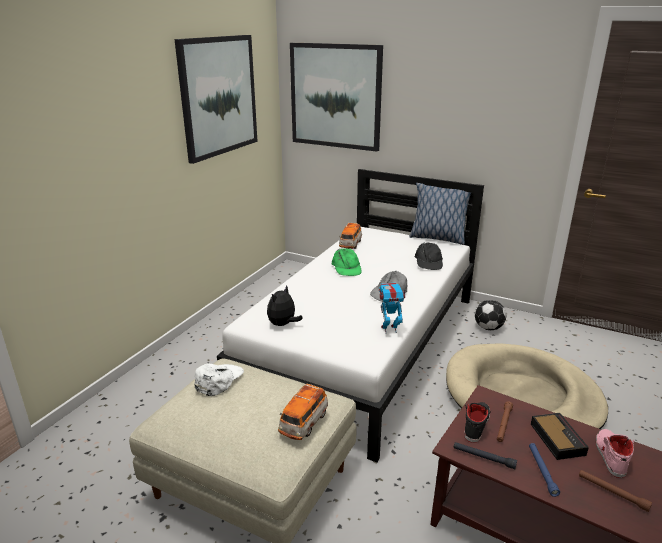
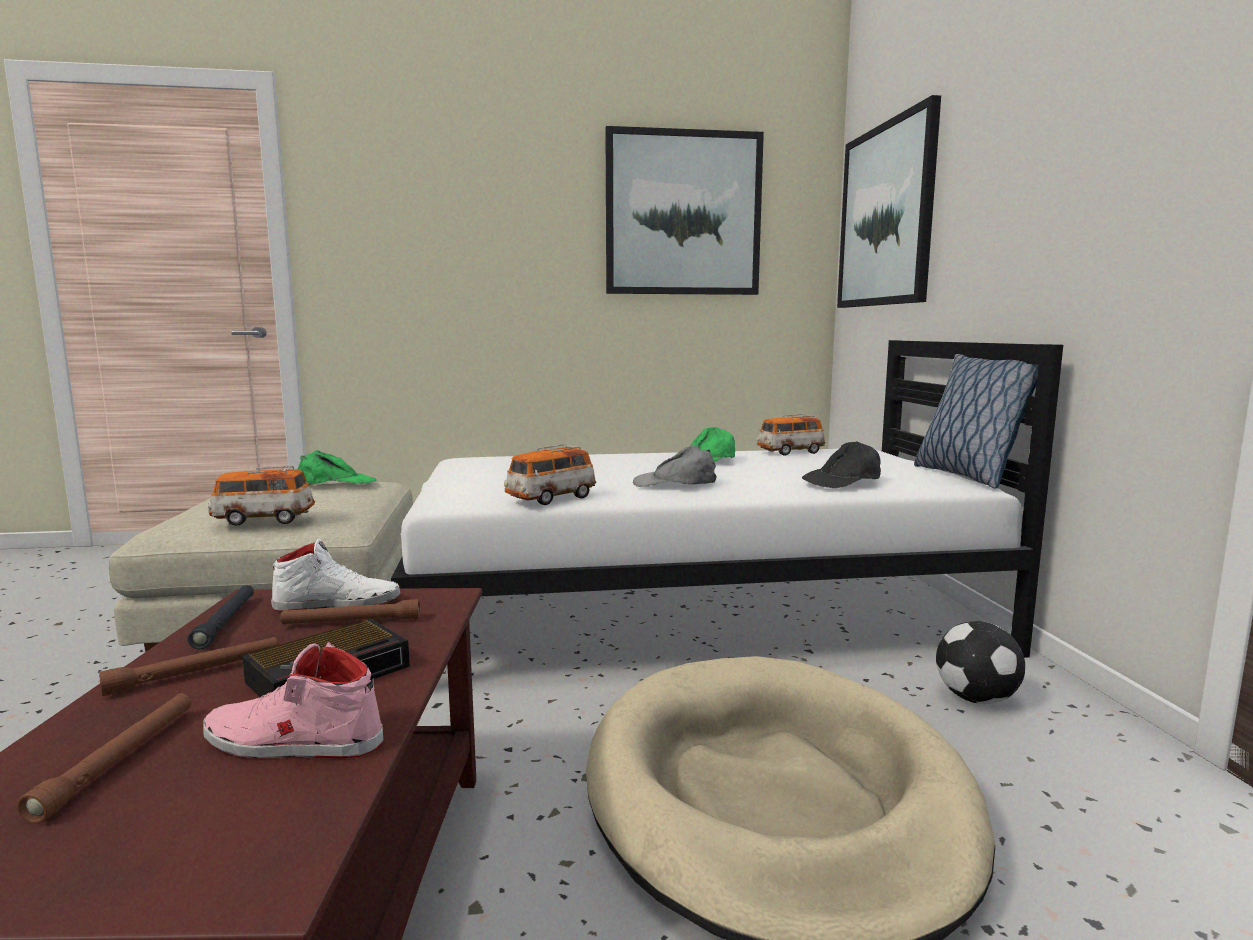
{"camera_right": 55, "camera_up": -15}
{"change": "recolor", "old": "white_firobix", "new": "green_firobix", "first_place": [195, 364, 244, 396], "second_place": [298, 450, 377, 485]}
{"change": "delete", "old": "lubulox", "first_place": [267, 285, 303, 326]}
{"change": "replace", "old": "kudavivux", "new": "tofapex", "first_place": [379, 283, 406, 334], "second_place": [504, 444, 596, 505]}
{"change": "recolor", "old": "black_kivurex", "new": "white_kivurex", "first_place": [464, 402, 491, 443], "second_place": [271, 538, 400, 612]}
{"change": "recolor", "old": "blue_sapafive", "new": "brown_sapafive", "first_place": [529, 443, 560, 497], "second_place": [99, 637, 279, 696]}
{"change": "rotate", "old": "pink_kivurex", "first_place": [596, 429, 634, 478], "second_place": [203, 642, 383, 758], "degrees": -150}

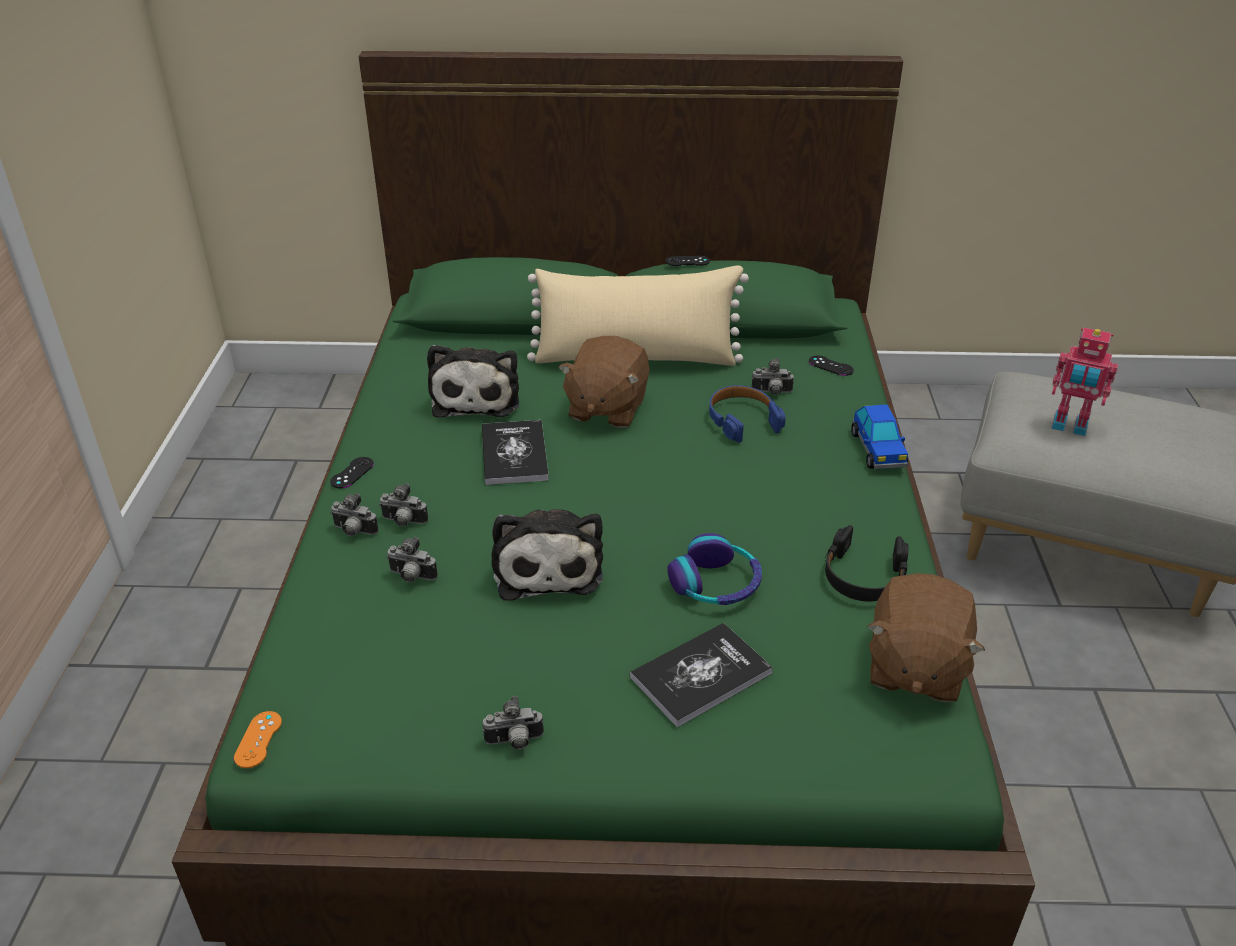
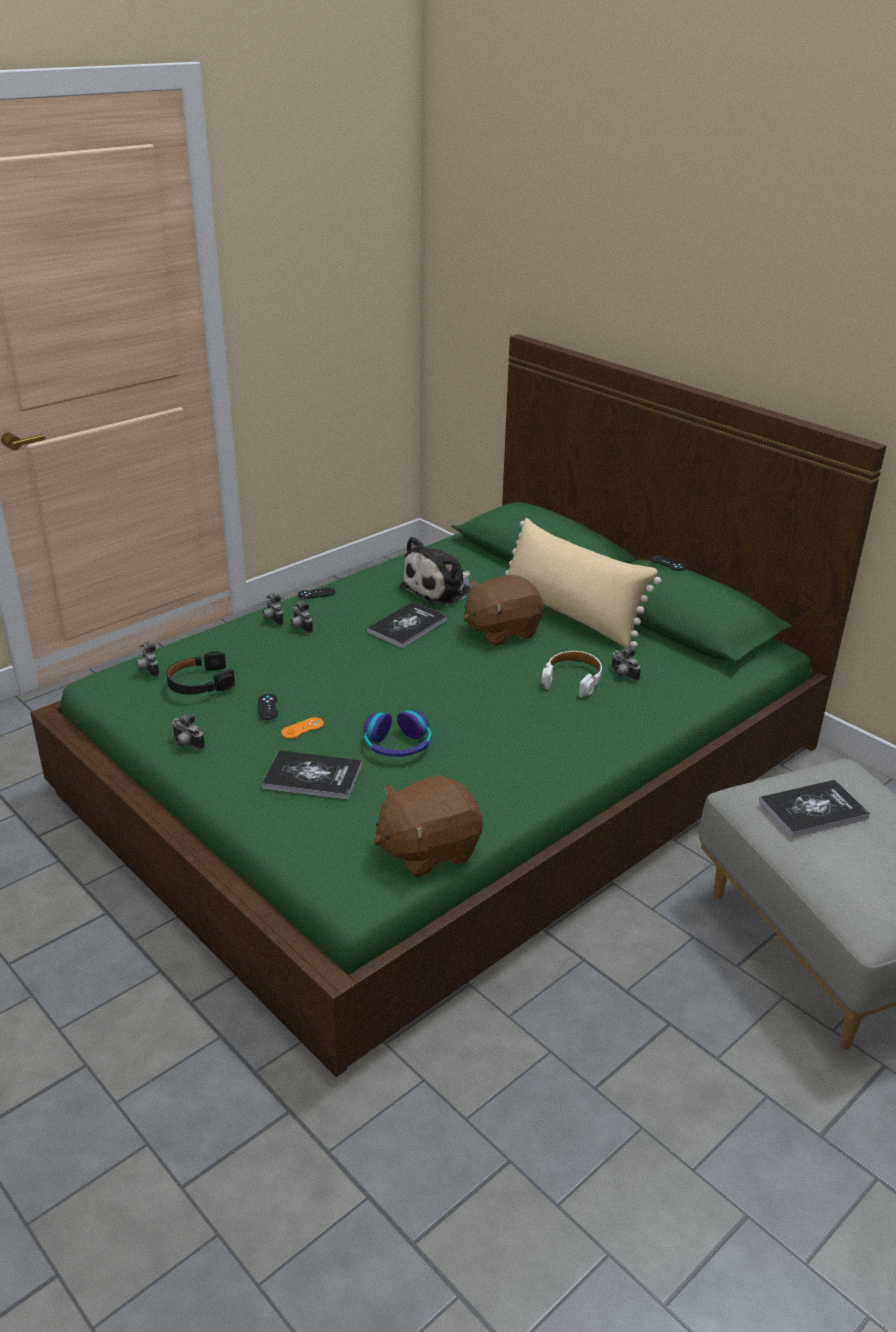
{"camera_right": 45, "camera_up": -5}
{"change": "move", "old": "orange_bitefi", "first_place": [234, 711, 282, 768], "second_place": [281, 717, 324, 739]}
{"change": "move", "old": "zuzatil", "first_place": [387, 537, 438, 583], "second_place": [136, 641, 160, 677]}
{"change": "delete", "old": "lubulox", "first_place": [492, 509, 603, 601]}
{"change": "recolor", "old": "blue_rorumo", "new": "white_rorumo", "first_place": [709, 385, 786, 443], "second_place": [542, 651, 602, 698]}
{"change": "move", "old": "black_bitefi", "first_place": [809, 356, 854, 376], "second_place": [258, 694, 278, 720]}
{"change": "move", "old": "black_rorumo", "first_place": [825, 525, 909, 602], "second_place": [166, 651, 235, 695]}
{"change": "delete", "old": "tofapex", "first_place": [851, 404, 908, 469]}
{"change": "replace", "old": "kudavivux", "new": "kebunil", "first_place": [1051, 328, 1118, 436], "second_place": [759, 780, 870, 838]}

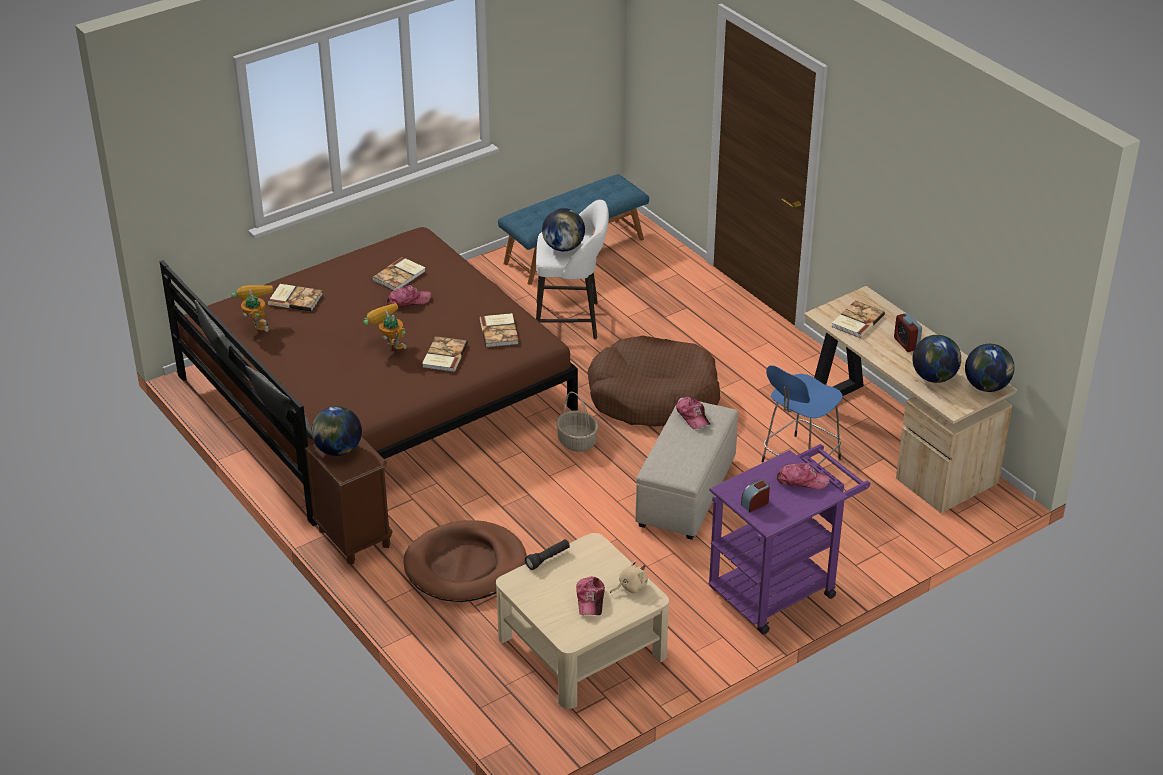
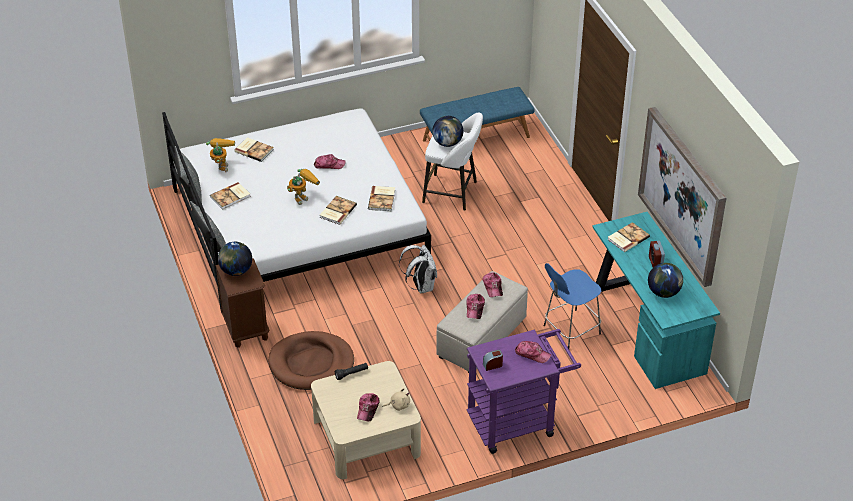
{"camera_right": 15, "camera_up": 5}
{"change": "recolor", "old": "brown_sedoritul", "new": "white_sedoritul", "first_place": [160, 227, 578, 526], "second_place": [162, 108, 431, 313]}
{"change": "rotate", "old": "kudavivux", "first_place": [363, 303, 406, 349], "second_place": [287, 169, 320, 205], "degrees": 75}
{"change": "move", "old": "kebunil", "first_place": [372, 257, 426, 290], "second_place": [210, 182, 250, 209]}
{"change": "replace", "old": "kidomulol", "new": "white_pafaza", "first_place": [556, 392, 598, 452], "second_place": [399, 245, 437, 294]}
{"change": "delete", "old": "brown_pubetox", "first_place": [587, 336, 720, 427]}
{"change": "recolor", "old": "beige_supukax", "new": "turquoise_supukax", "first_place": [804, 286, 1017, 513], "second_place": [592, 212, 720, 389]}
{"change": "delete", "old": "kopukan", "first_place": [965, 344, 1014, 392]}
{"change": "insert", "new": "firobix", "second_place": [466, 294, 485, 319]}
{"change": "insert", "new": "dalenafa", "second_place": [638, 107, 727, 287]}

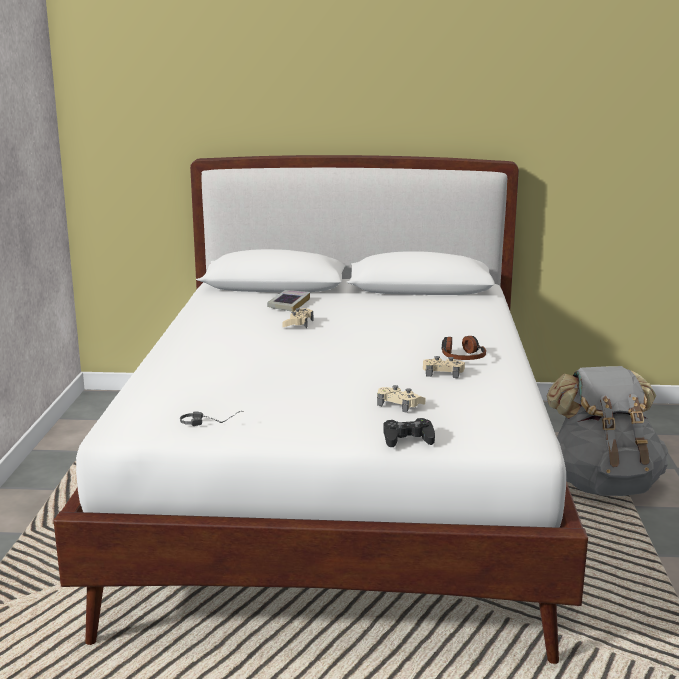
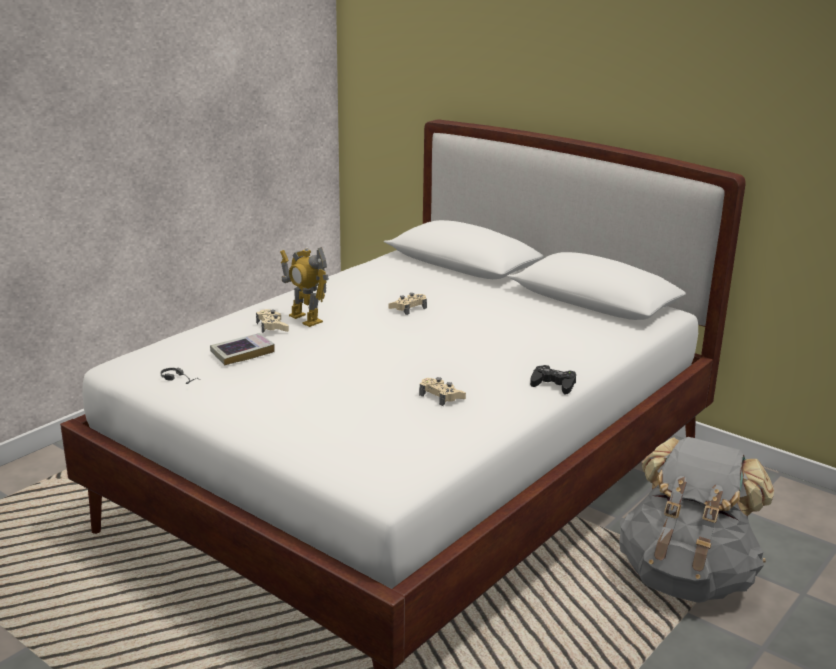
{"camera_right": 35, "camera_up": 5}
{"change": "move", "old": "kebunil", "first_place": [267, 290, 310, 312], "second_place": [210, 333, 275, 365]}
{"change": "move", "old": "beige_bitefi", "first_place": [377, 385, 425, 413], "second_place": [256, 309, 289, 333]}
{"change": "move", "old": "black_bitefi", "first_place": [383, 418, 435, 447], "second_place": [530, 365, 576, 395]}
{"change": "delete", "old": "rorumo", "first_place": [442, 336, 486, 360]}
{"change": "insert", "new": "kudavivux", "second_place": [280, 247, 329, 327]}

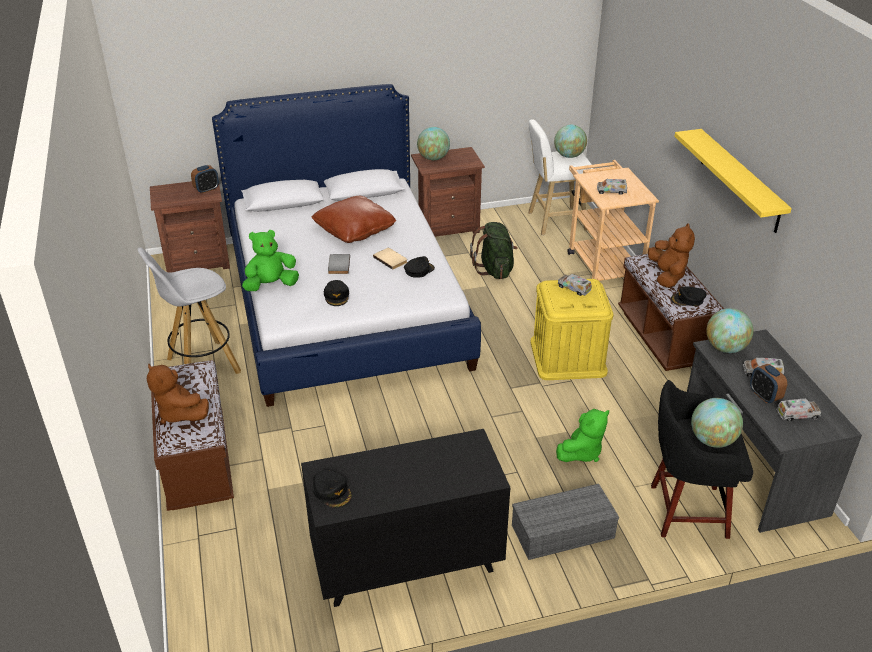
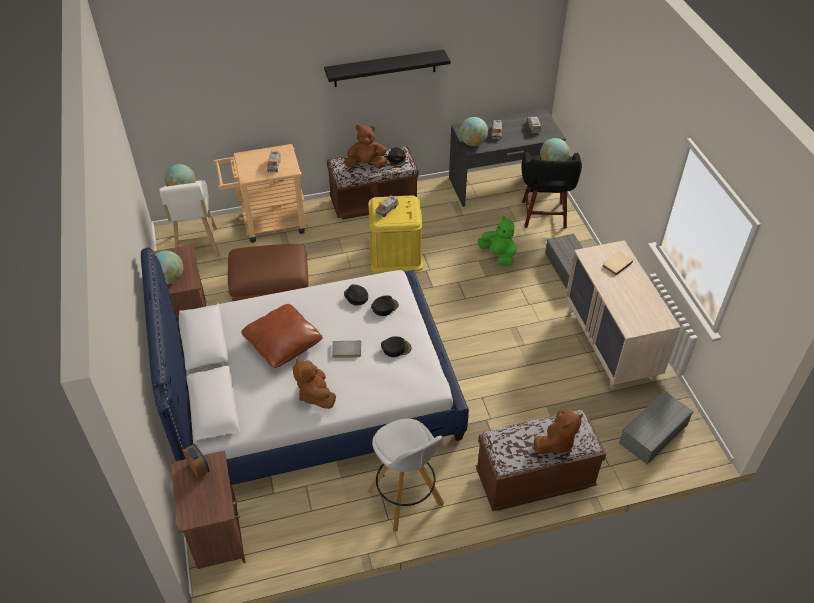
{"camera_right": -90, "camera_up": 10}
{"change": "delete", "old": "green_lubulox", "first_place": [242, 230, 299, 291]}
{"change": "recolor", "old": "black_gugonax", "new": "beige_gugonax", "first_place": [301, 429, 510, 607], "second_place": [565, 240, 681, 389]}
{"change": "move", "old": "black_firobix", "first_place": [313, 470, 352, 508], "second_place": [371, 296, 399, 316]}
{"change": "move", "old": "beige_kebunil", "first_place": [373, 248, 407, 270], "second_place": [602, 252, 633, 275]}
{"change": "replace", "old": "green_pafaza", "new": "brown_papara", "first_place": [470, 222, 518, 279], "second_place": [228, 244, 308, 301]}
{"change": "recolor", "old": "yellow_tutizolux", "new": "black_tutizolux", "first_place": [674, 129, 792, 233], "second_place": [324, 50, 450, 87]}
{"change": "delete", "old": "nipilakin", "first_place": [750, 364, 787, 403]}
{"change": "insert", "new": "brown_lubulox", "second_place": [293, 357, 336, 409]}
{"change": "insert", "new": "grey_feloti", "second_place": [619, 391, 694, 464]}

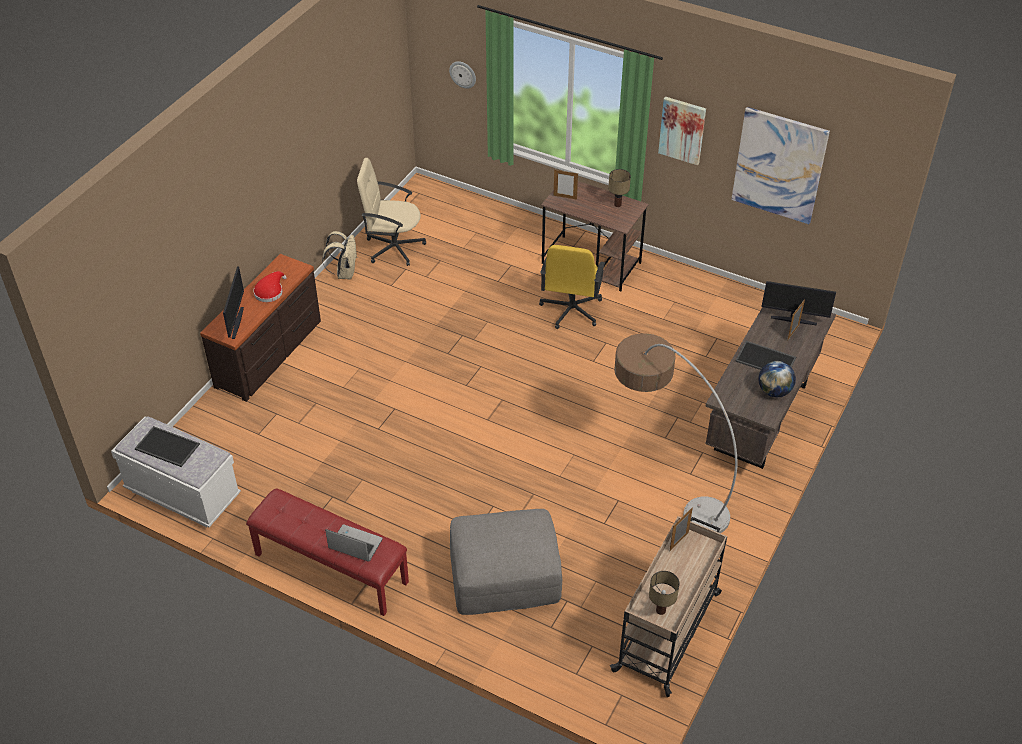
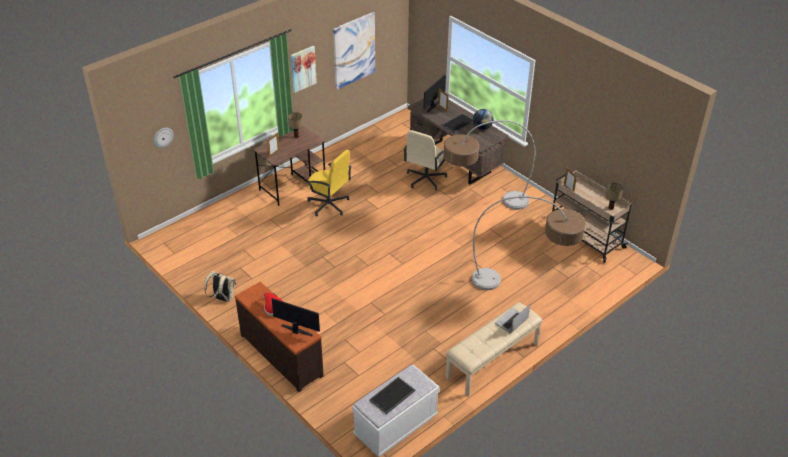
{"camera_right": -70, "camera_up": -5}
{"change": "recolor", "old": "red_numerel", "new": "beige_numerel", "first_place": [246, 489, 409, 616], "second_place": [446, 302, 543, 396]}
{"change": "move", "old": "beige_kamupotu", "first_place": [357, 158, 426, 266], "second_place": [403, 130, 447, 191]}
{"change": "replace", "old": "grey_papara", "new": "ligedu", "first_place": [450, 509, 562, 615], "second_place": [472, 196, 586, 290]}

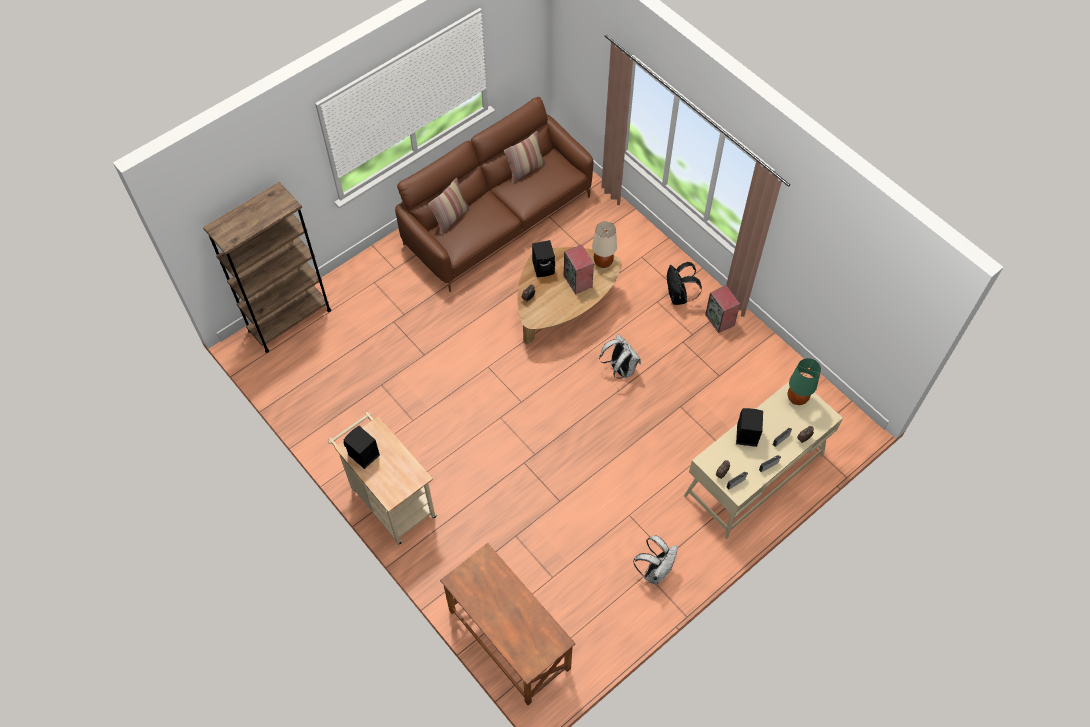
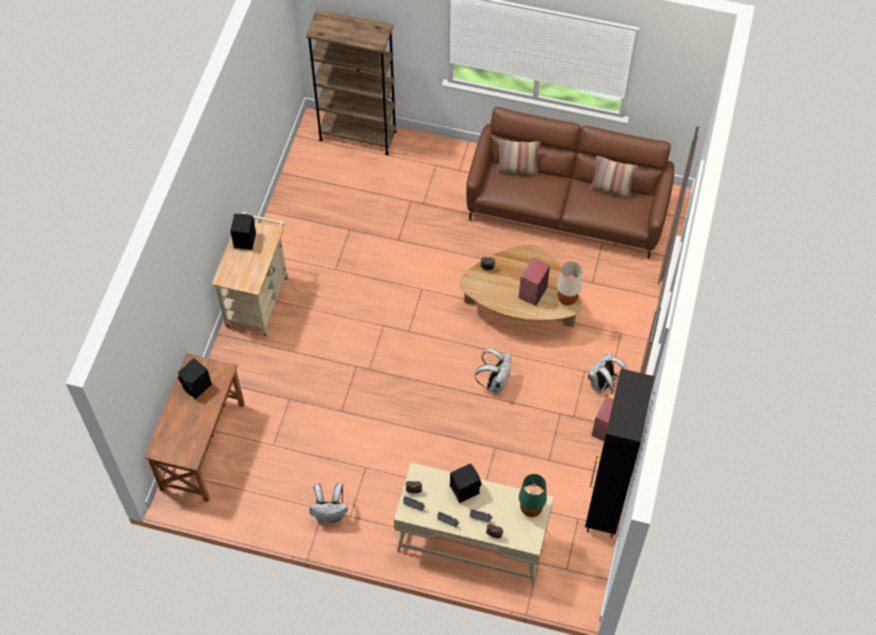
{"camera_right": 55, "camera_up": 0}
{"change": "move", "old": "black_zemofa", "first_place": [532, 240, 555, 277], "second_place": [178, 358, 212, 399]}
{"change": "recolor", "old": "black_pafaza", "new": "white_pafaza", "first_place": [667, 262, 702, 305], "second_place": [588, 351, 627, 396]}
{"change": "insert", "new": "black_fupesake", "second_place": [585, 369, 655, 538]}

